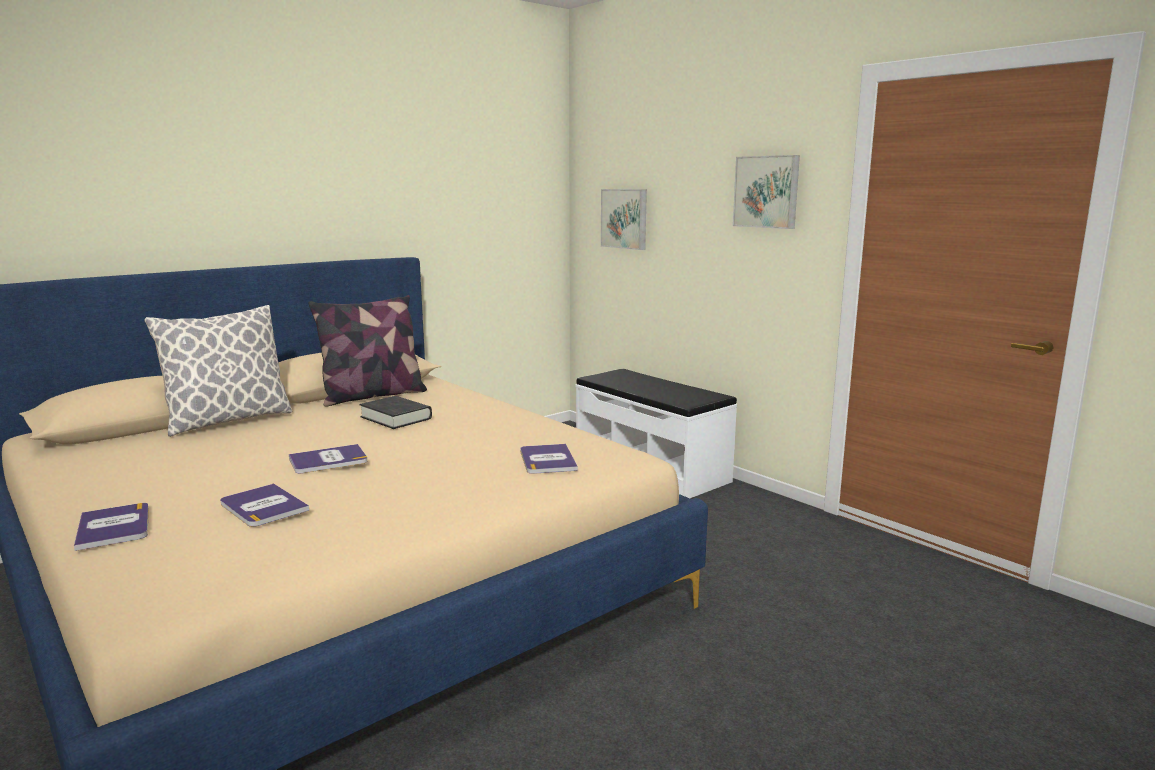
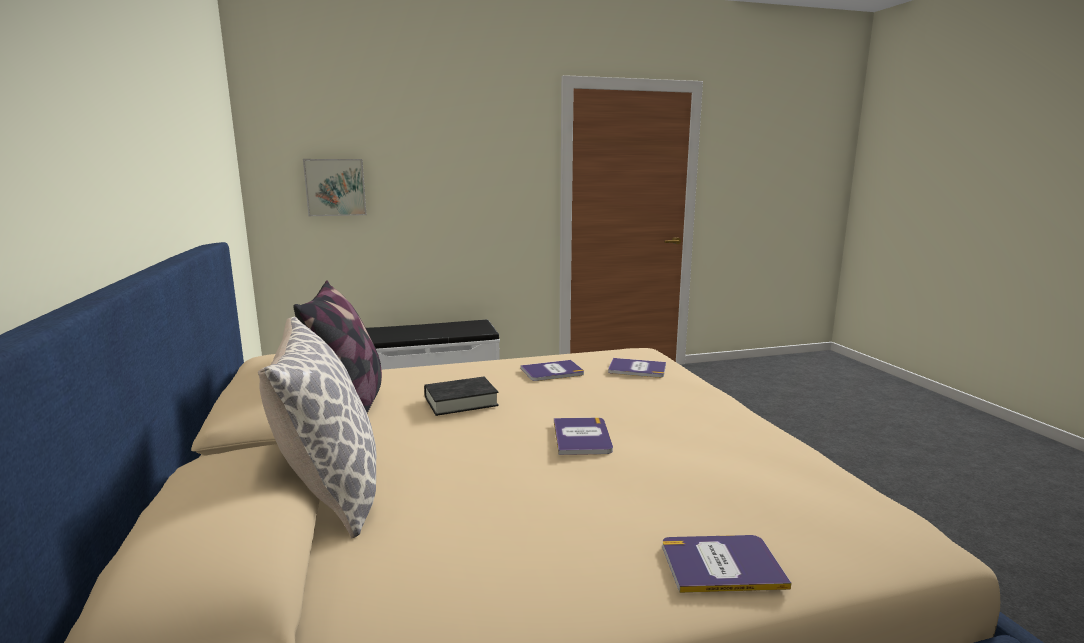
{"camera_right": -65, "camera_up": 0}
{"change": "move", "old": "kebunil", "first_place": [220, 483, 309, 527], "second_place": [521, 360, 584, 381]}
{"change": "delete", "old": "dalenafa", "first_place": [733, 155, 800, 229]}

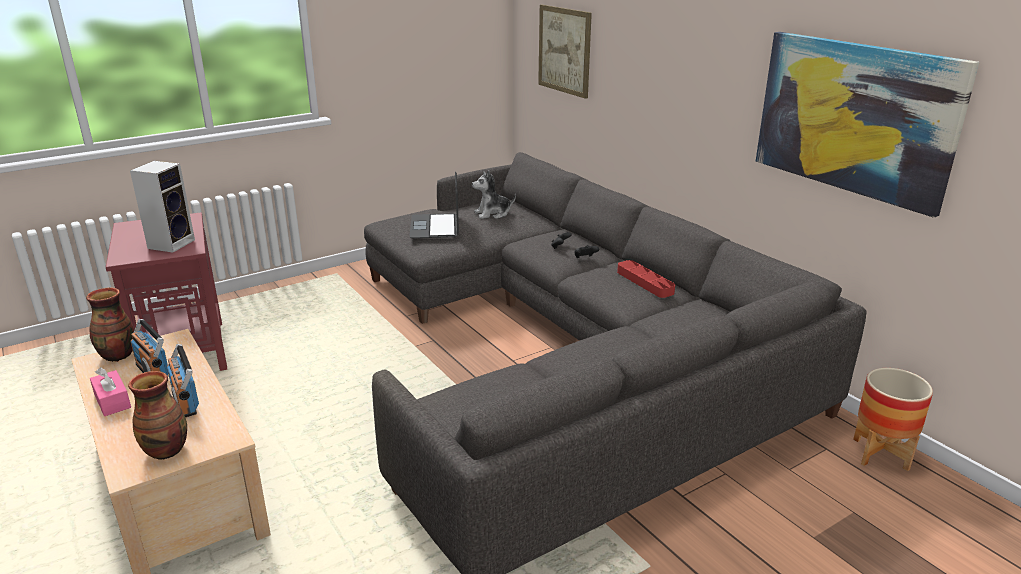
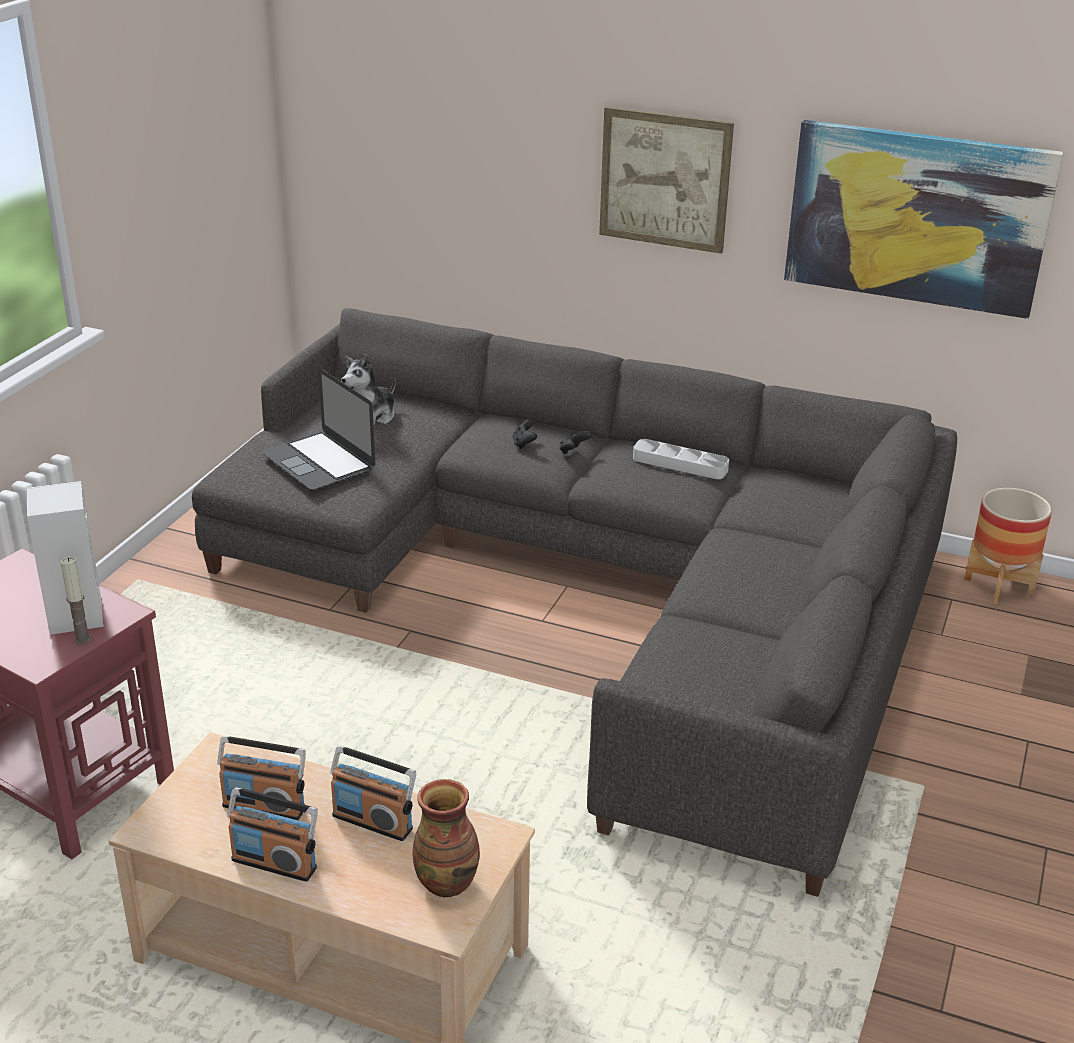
{"camera_right": -35, "camera_up": 5}
{"change": "delete", "old": "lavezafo", "first_place": [86, 287, 134, 362]}
{"change": "replace", "old": "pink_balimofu", "new": "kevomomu", "first_place": [90, 367, 131, 416], "second_place": [227, 787, 318, 882]}
{"change": "move", "old": "dalenafa", "first_place": [538, 5, 592, 99], "second_place": [599, 107, 734, 254]}
{"change": "recolor", "old": "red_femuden", "new": "grey_femuden", "first_place": [617, 260, 675, 298], "second_place": [633, 439, 729, 479]}
{"change": "insert", "new": "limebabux", "second_place": [61, 556, 91, 644]}

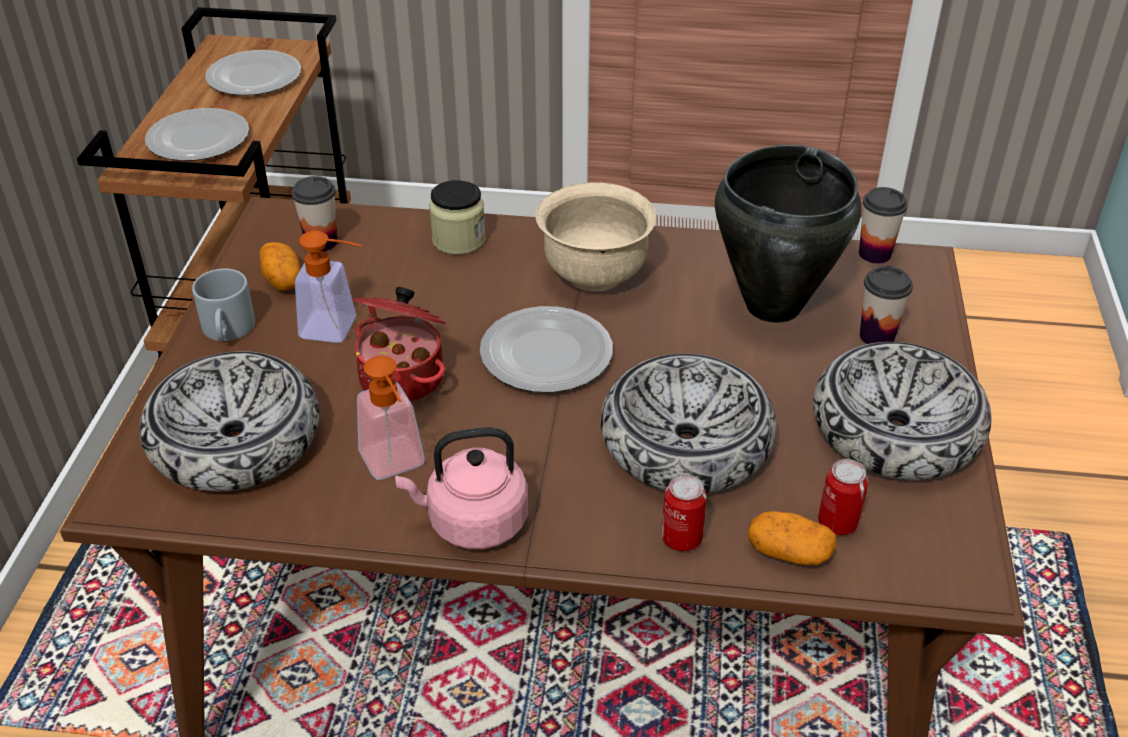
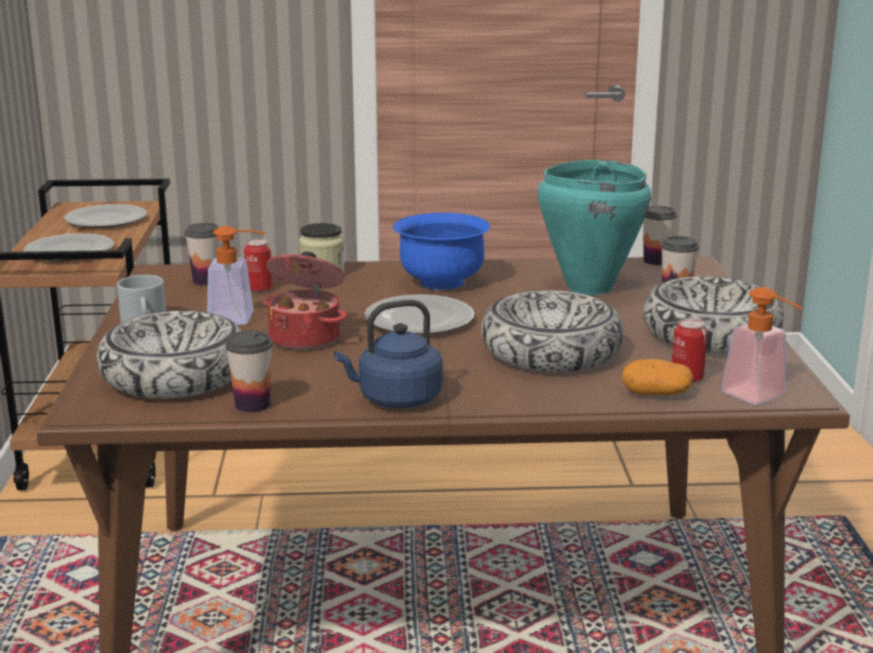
{"camera_right": -10, "camera_up": -20}
{"change": "delete", "old": "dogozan", "first_place": [260, 242, 300, 291]}
{"change": "move", "old": "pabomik", "first_place": [357, 355, 424, 480], "second_place": [722, 287, 802, 405]}
{"change": "recolor", "old": "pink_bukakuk", "new": "blue_bukakuk", "first_place": [395, 427, 528, 549], "second_place": [334, 300, 443, 408]}
{"change": "recolor", "old": "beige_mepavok", "new": "blue_mepavok", "first_place": [536, 182, 656, 291], "second_place": [393, 213, 490, 290]}
{"change": "move", "old": "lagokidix", "first_place": [661, 475, 707, 551], "second_place": [244, 239, 273, 292]}
{"change": "recolor", "old": "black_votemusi", "new": "turquoise_votemusi", "first_place": [715, 145, 861, 323], "second_place": [538, 160, 651, 295]}
{"change": "insert", "new": "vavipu", "second_place": [225, 330, 273, 413]}

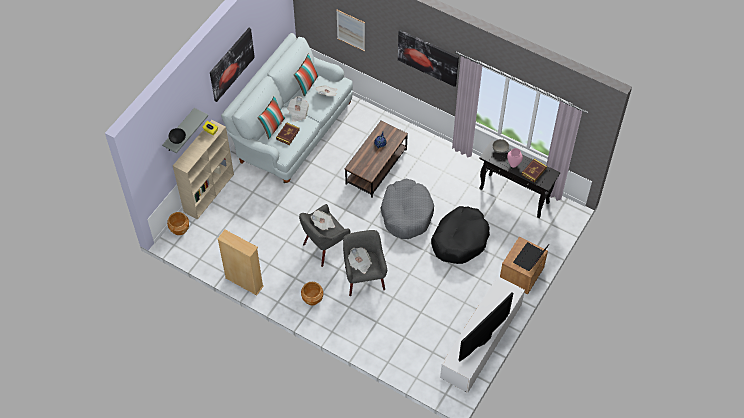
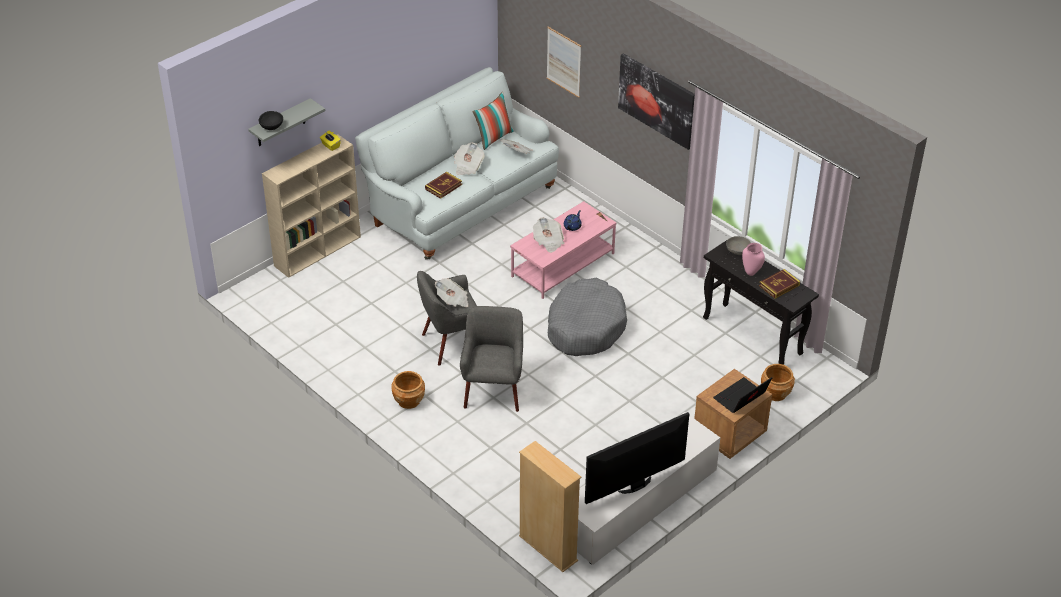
{"camera_right": 15, "camera_up": -15}
{"change": "move", "old": "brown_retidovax", "first_place": [167, 212, 189, 235], "second_place": [761, 364, 795, 401]}
{"change": "delete", "old": "dalenafa", "first_place": [210, 28, 255, 102]}
{"change": "move", "old": "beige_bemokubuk", "first_place": [217, 230, 264, 295], "second_place": [519, 441, 582, 572]}
{"change": "delete", "old": "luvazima", "first_place": [258, 95, 285, 139]}
{"change": "recolor", "old": "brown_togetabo", "new": "pink_togetabo", "first_place": [345, 121, 408, 197], "second_place": [510, 201, 616, 299]}
{"change": "move", "old": "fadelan", "first_place": [348, 247, 372, 274], "second_place": [533, 217, 564, 253]}
{"change": "delete", "old": "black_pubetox", "first_place": [431, 206, 490, 264]}

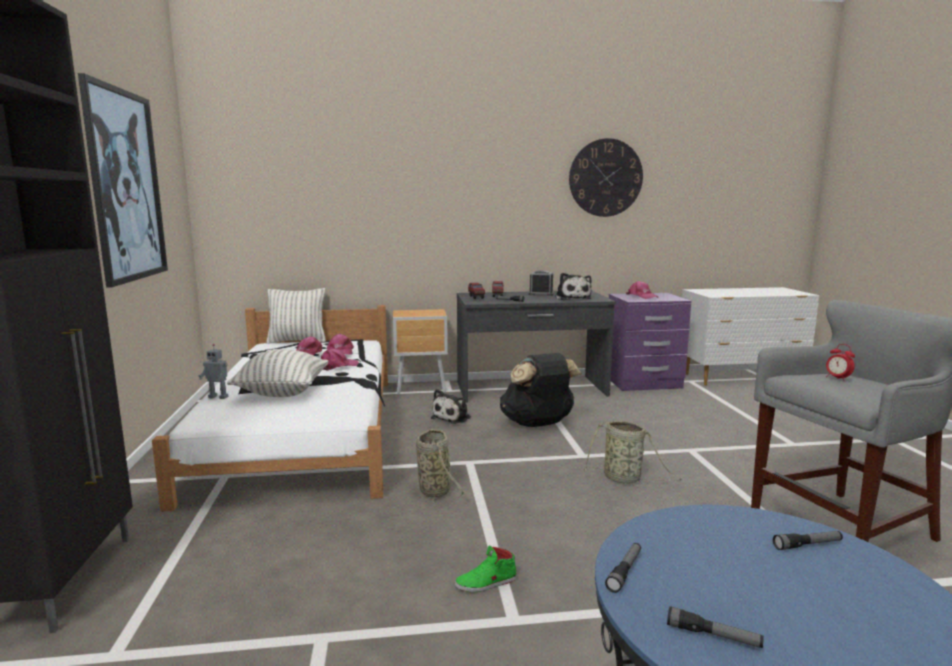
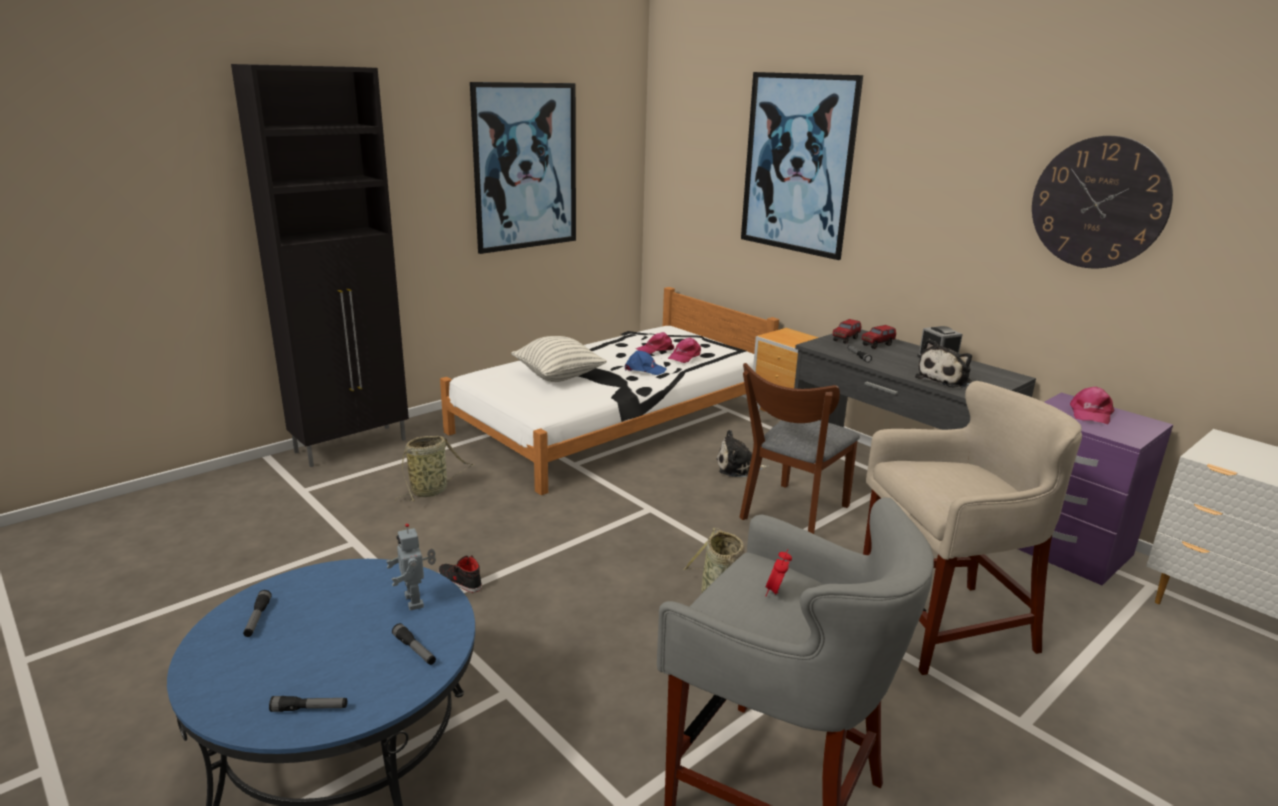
{"camera_right": 55, "camera_up": 10}
{"change": "move", "old": "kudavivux", "first_place": [198, 344, 228, 399], "second_place": [386, 523, 436, 611]}
{"change": "delete", "old": "luvazima", "first_place": [266, 288, 326, 344]}
{"change": "recolor", "old": "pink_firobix", "new": "blue_firobix", "first_place": [321, 349, 359, 370], "second_place": [625, 351, 667, 375]}
{"change": "move", "old": "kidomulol", "first_place": [416, 429, 467, 507], "second_place": [395, 436, 474, 502]}
{"change": "recolor", "old": "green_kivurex", "new": "black_kivurex", "first_place": [455, 546, 517, 592], "second_place": [438, 555, 482, 593]}
{"change": "replace", "old": "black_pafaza", "new": "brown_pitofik", "first_place": [500, 353, 582, 427], "second_place": [739, 363, 860, 534]}
{"change": "move", "old": "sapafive", "first_place": [605, 543, 641, 593], "second_place": [269, 696, 347, 712]}
{"change": "insert", "new": "dalenafa", "second_place": [741, 72, 863, 260]}
{"change": "insert", "new": "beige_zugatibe", "second_place": [863, 381, 1082, 675]}

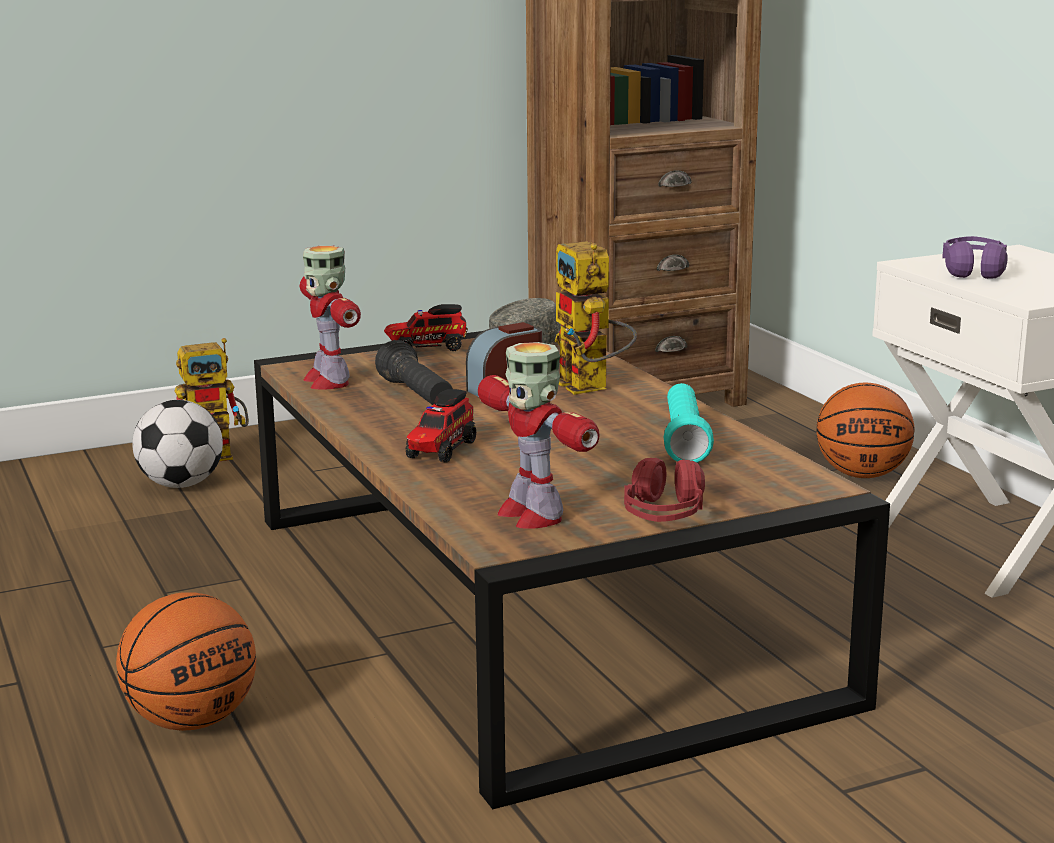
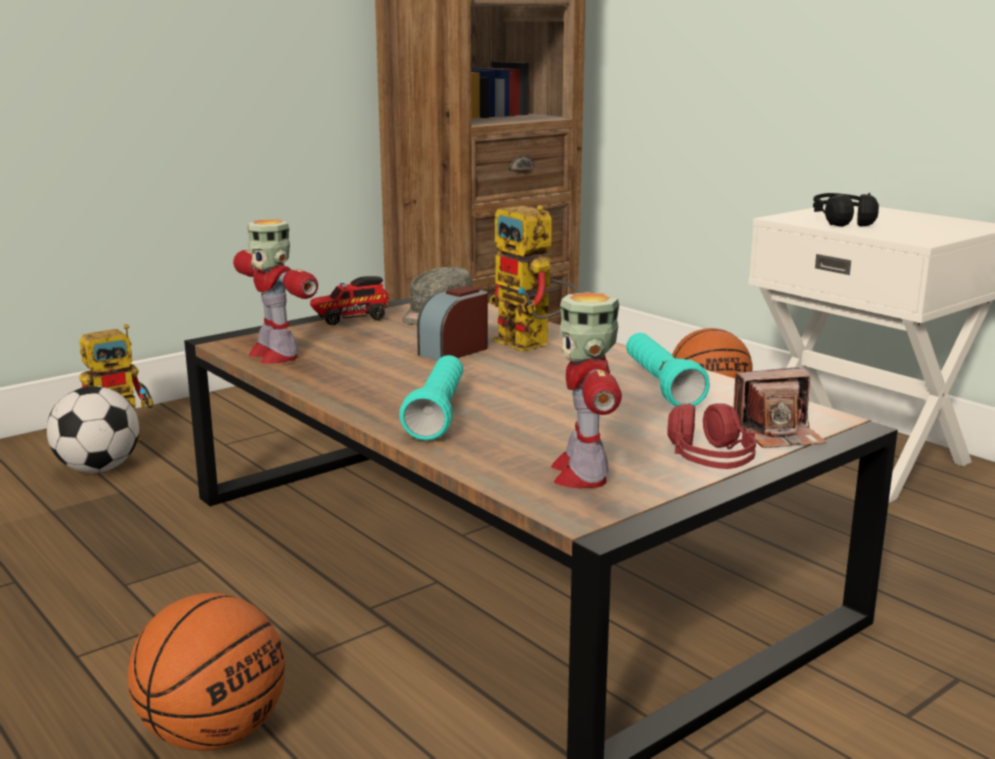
{"camera_right": -15, "camera_up": 0}
{"change": "delete", "old": "black_sapafive", "first_place": [375, 340, 453, 405]}
{"change": "replace", "old": "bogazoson", "new": "turquoise_sapafive", "first_place": [406, 389, 476, 462], "second_place": [399, 355, 463, 441]}
{"change": "rotate", "old": "kudavivux", "first_place": [478, 342, 599, 529], "second_place": [551, 292, 622, 489], "degrees": 45}
{"change": "recolor", "old": "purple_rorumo", "new": "black_rorumo", "first_place": [942, 236, 1008, 279], "second_place": [813, 193, 879, 227]}
{"change": "insert", "new": "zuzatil", "second_place": [734, 367, 827, 448]}

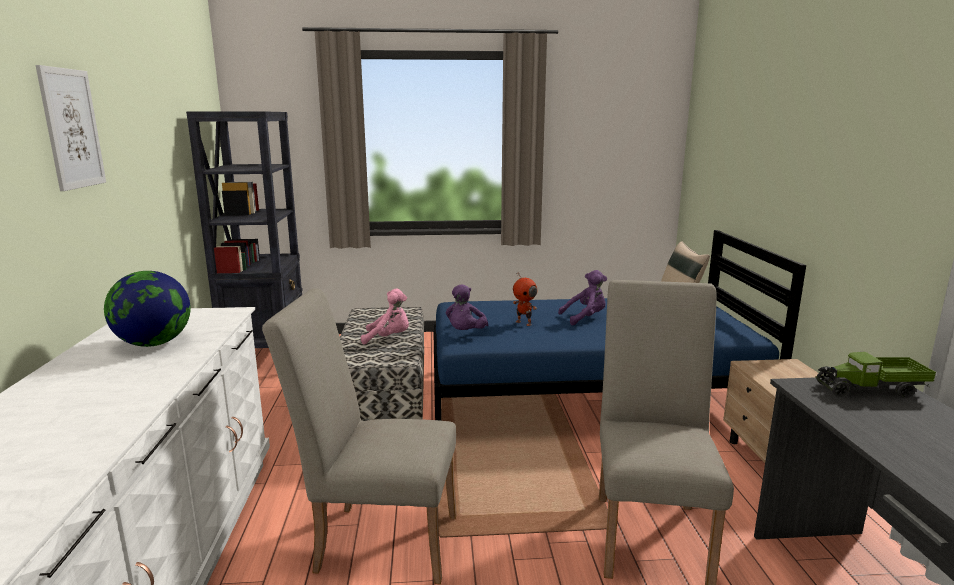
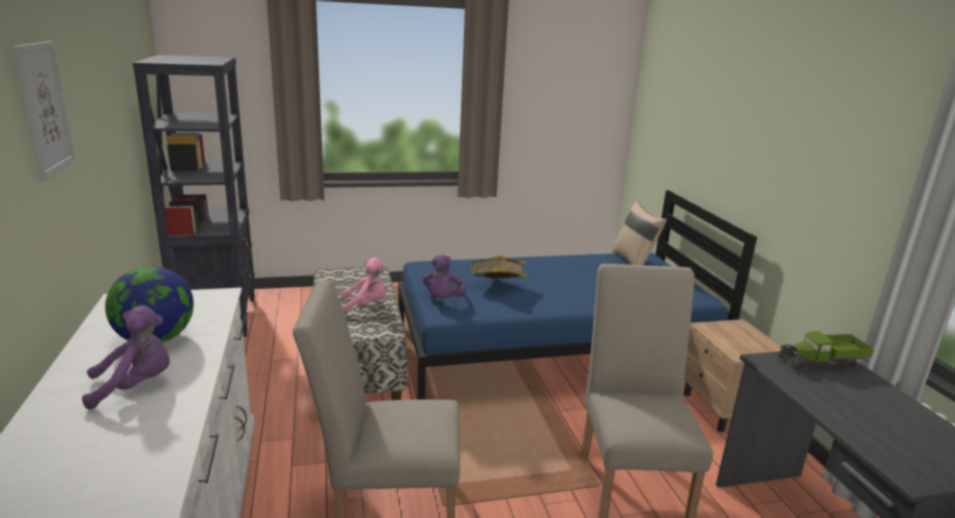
{"camera_right": -10, "camera_up": 5}
{"change": "replace", "old": "kudavivux", "new": "kebunil", "first_place": [513, 274, 537, 326], "second_place": [470, 255, 527, 280]}
{"change": "move", "old": "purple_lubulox", "first_place": [558, 270, 607, 325], "second_place": [82, 306, 170, 409]}

